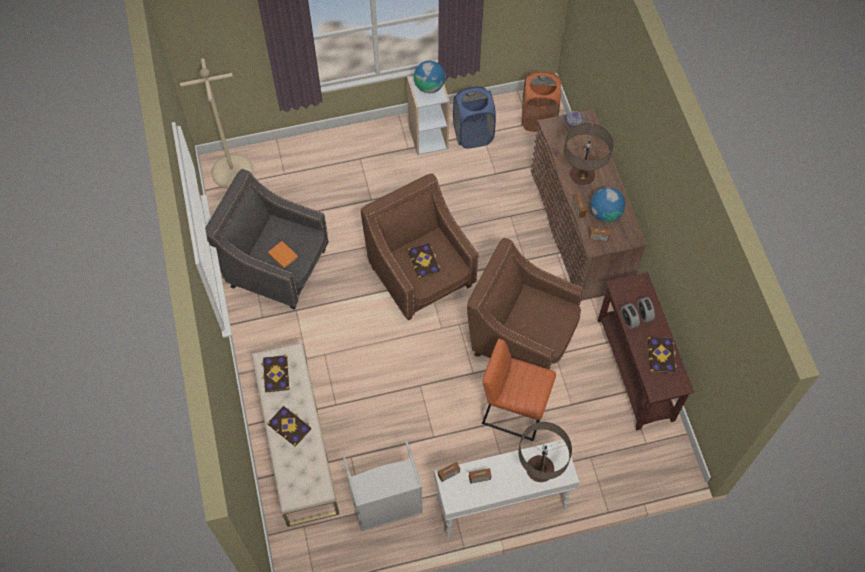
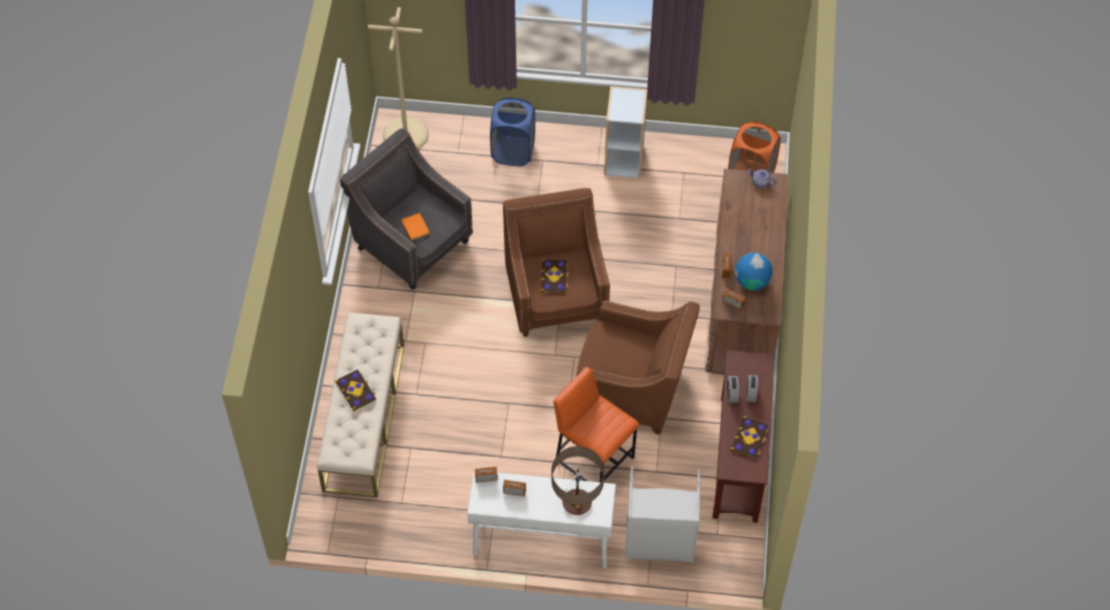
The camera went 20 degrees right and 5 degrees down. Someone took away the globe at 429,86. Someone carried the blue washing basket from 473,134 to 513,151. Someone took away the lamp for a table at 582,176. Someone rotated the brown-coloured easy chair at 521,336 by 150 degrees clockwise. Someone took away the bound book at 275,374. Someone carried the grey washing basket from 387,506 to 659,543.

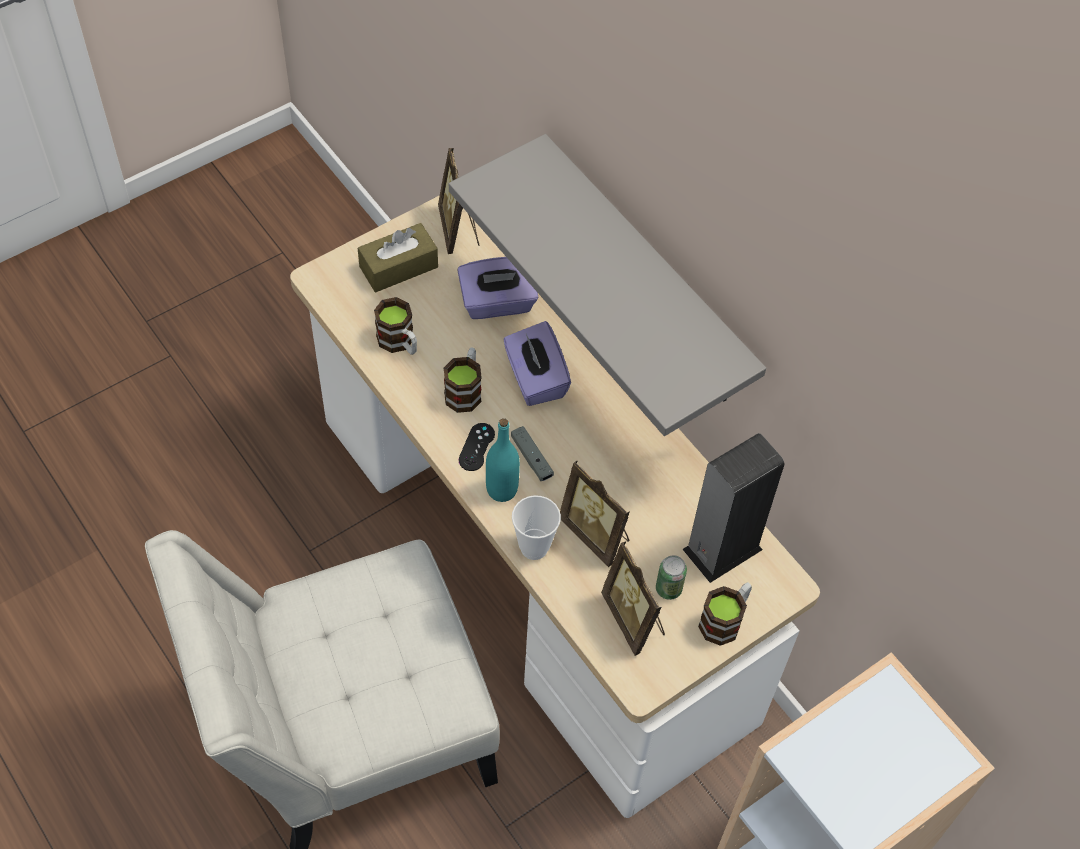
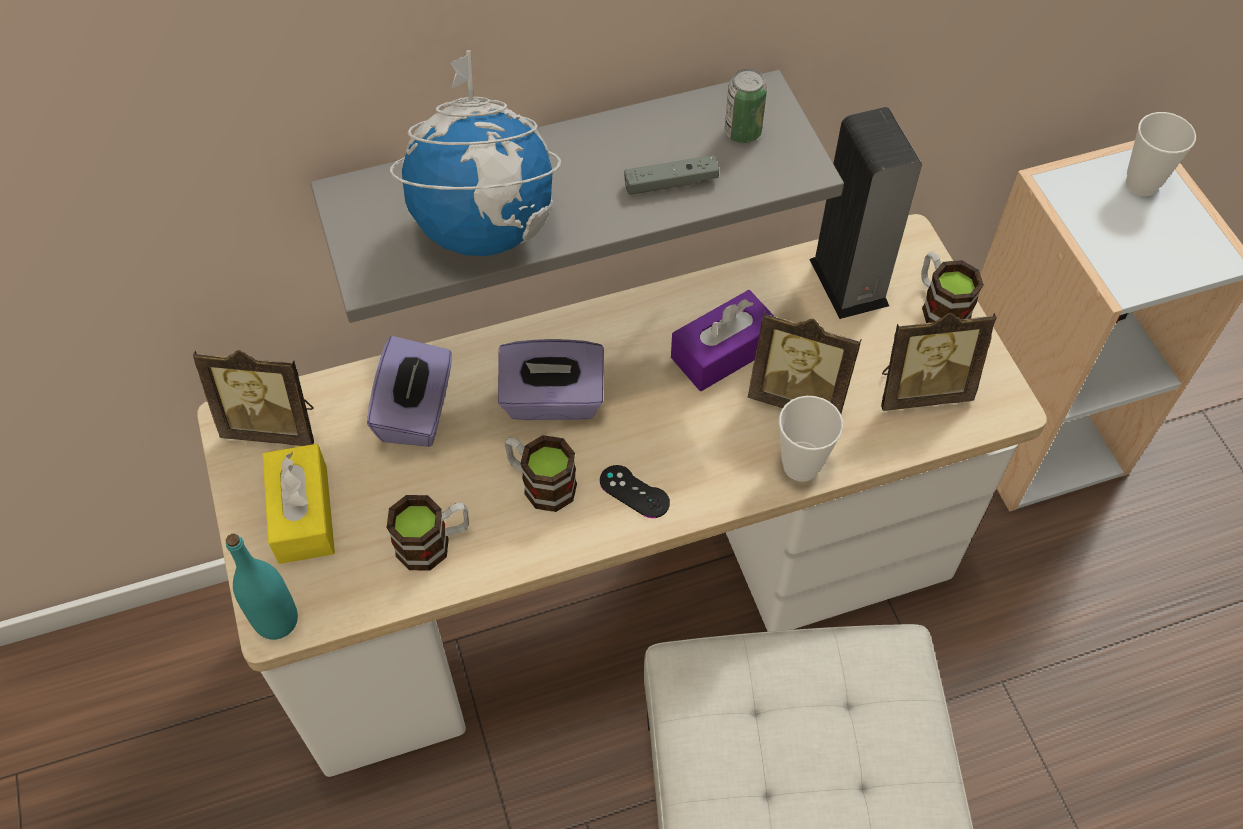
The camera went 70 degrees left and 0 degrees up. Someone repainted the brown-coloured tissue holder at 398,267, which became the yellowish tissue holder at 303,514. Someone carried the turquoise drink bottle from 502,489 to 276,620. Someone carried the grey game controller from 531,458 to 671,183. Someone rotated the standing frame at 596,534 by 45 degrees clockwise. Someone carried the can from 668,589 to 742,132. Someone put down the globe at 485,227. Someone put down the small cup at 1141,184. Someone put down the purplish tissue holder at 723,352.

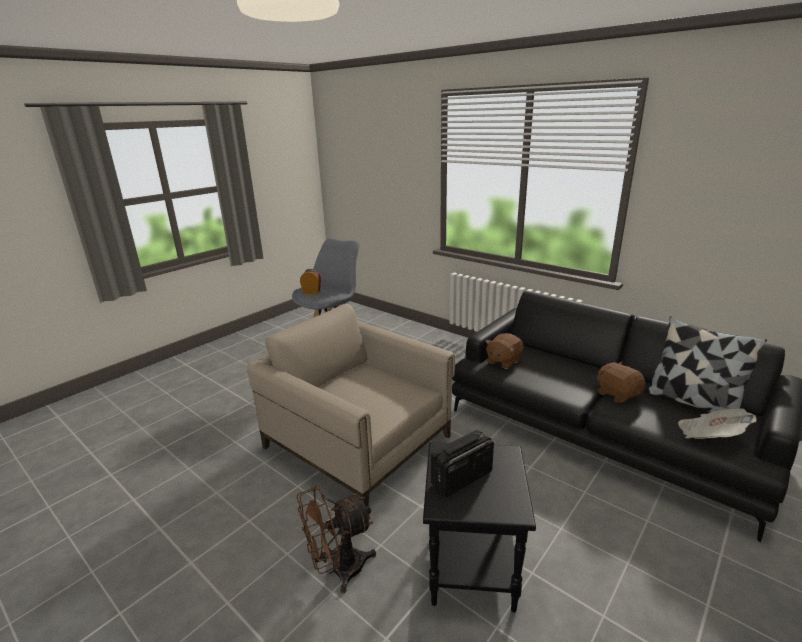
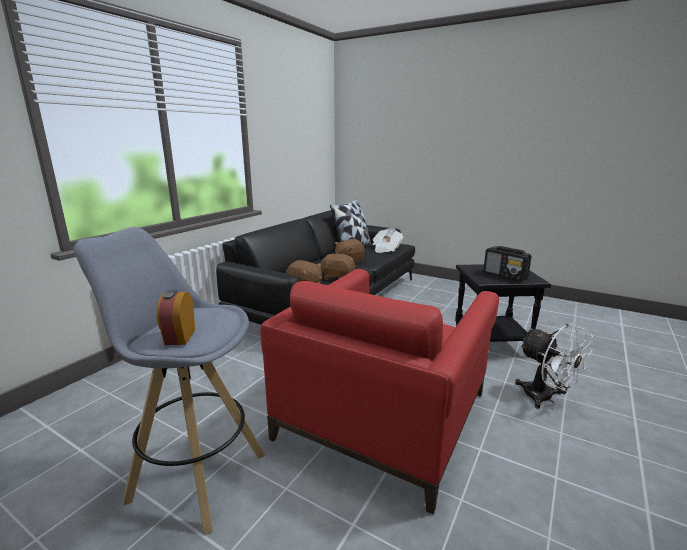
The camera went 100 degrees left and 5 degrees down. Someone repainted the sand-coloured easy chair at 358,442, which became the red-coloured easy chair at 384,414. Someone repainted the brown-coloured cooling fan at 339,569, which became the white-coloured cooling fan at 545,398. Someone put down the brown-coloured soft toy at 337,277.

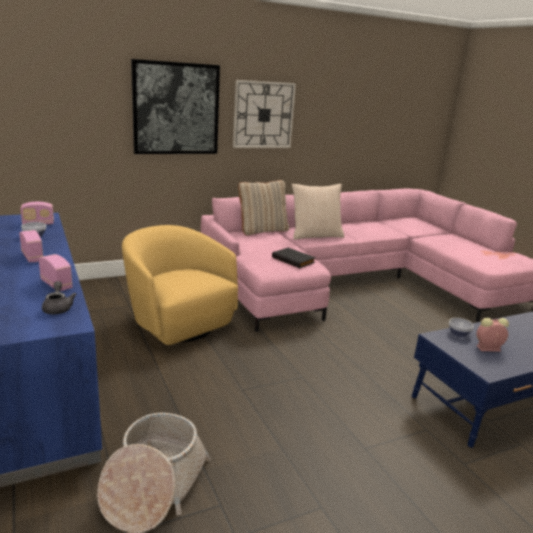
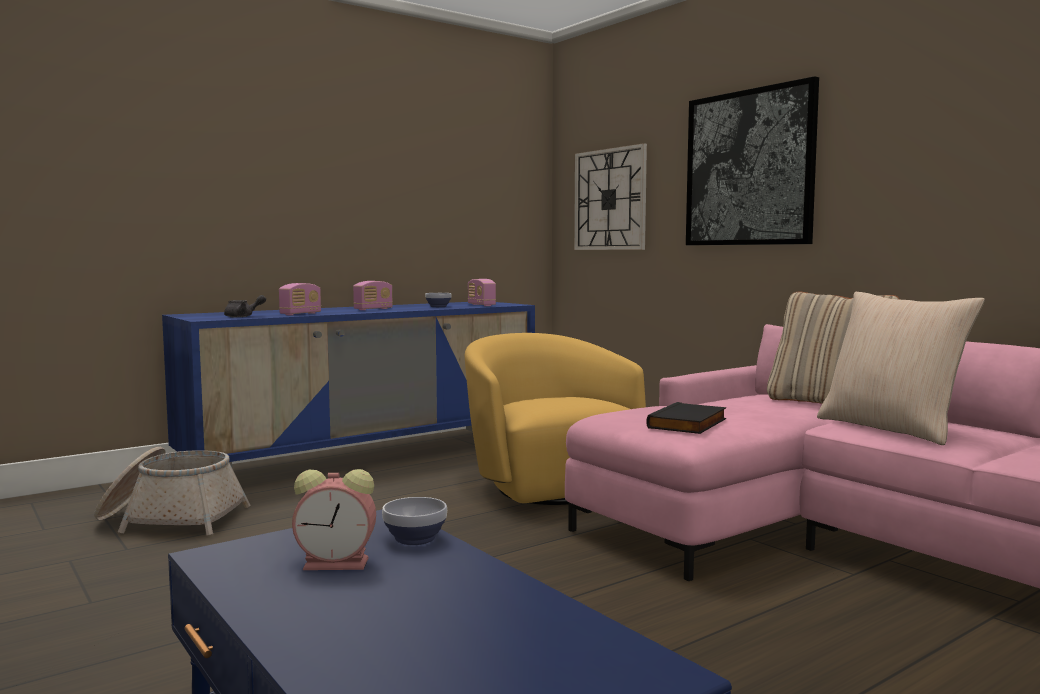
The camera went 80 degrees right and 15 degrees down. Someone carried the hanging clock from 263,115 to 610,199. Someone rotated the yellowish easy chair at 177,323 by 60 degrees counterclockwise. Someone rotated the table clock at 487,348 by 105 degrees clockwise.

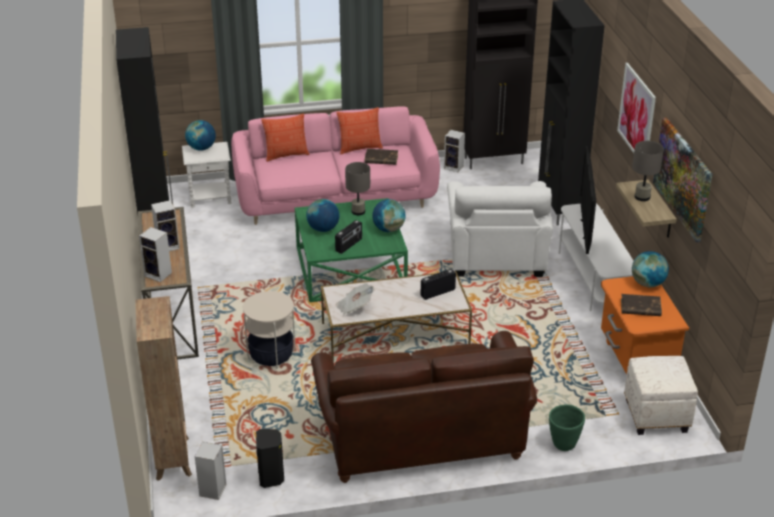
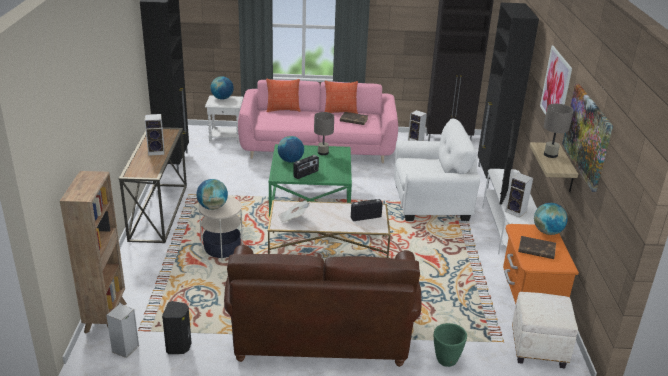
The camera went 10 degrees right and 5 degrees down. Someone rotated the white-coloured easy chair at 496,255 by 105 degrees counterclockwise. Someone carried the globe from 389,229 to 213,207. Someone carried the audio speaker from 159,274 to 516,212.

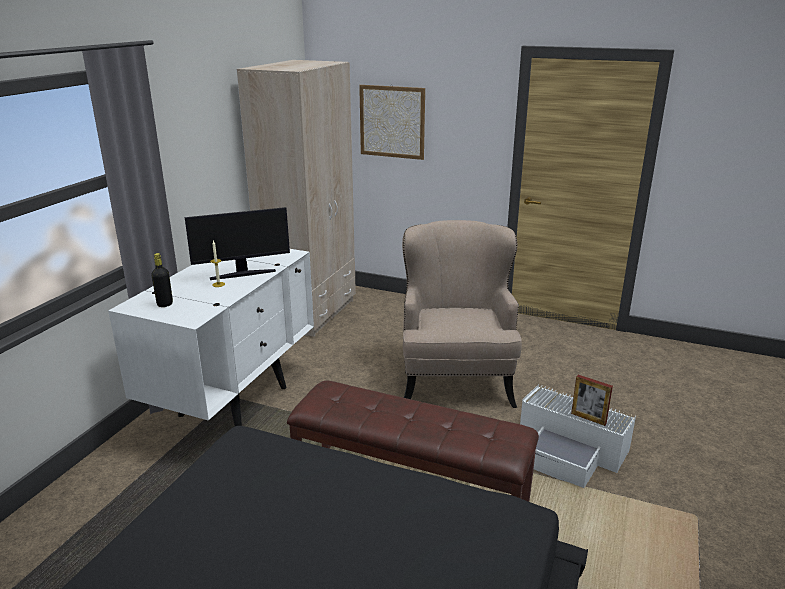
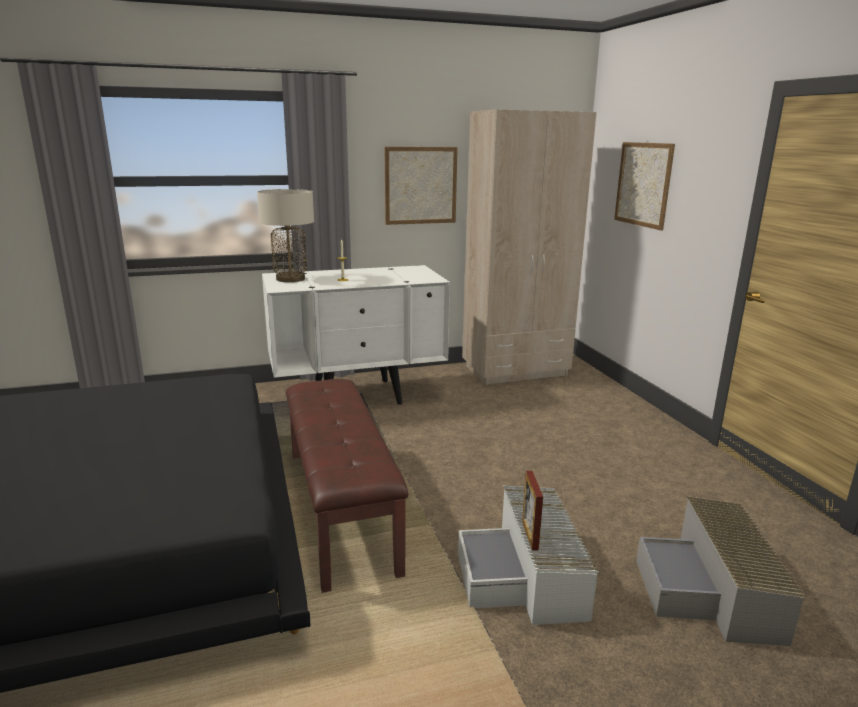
The camera went 50 degrees right and 5 degrees down. Someone took away the monitor at 242,274. Someone took away the sand-coloured easy chair at 455,380. Someone swapped the black drink bottle at 165,304 for the lamp for a table at 290,279. Someone put up the wall art at 420,184. Someone put down the grey storage bin at 712,591.

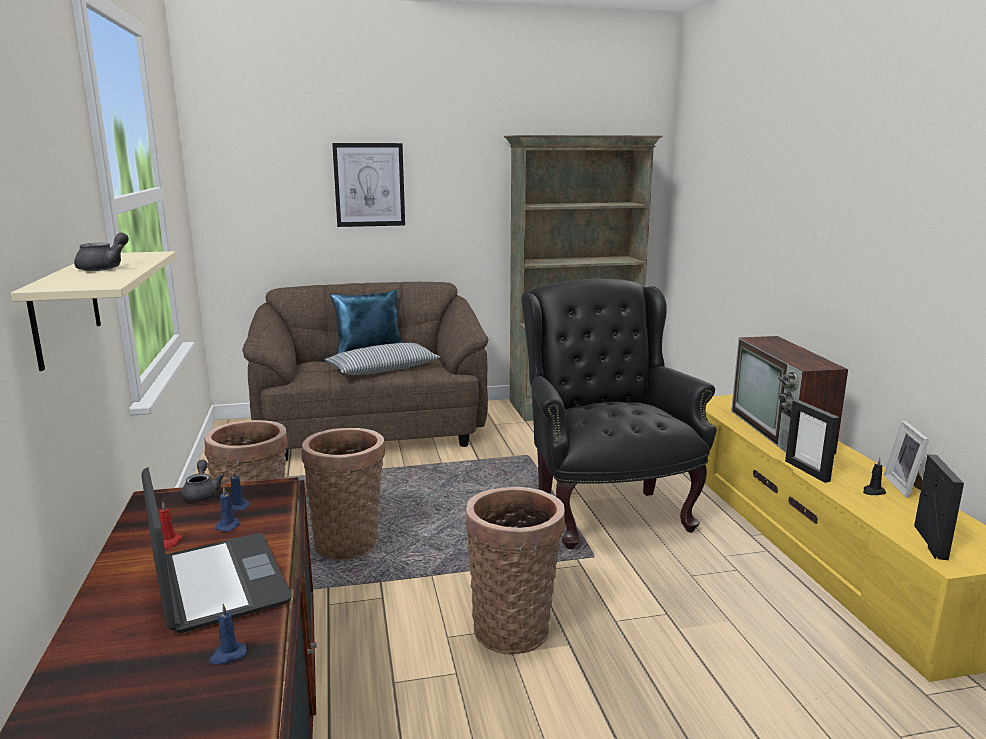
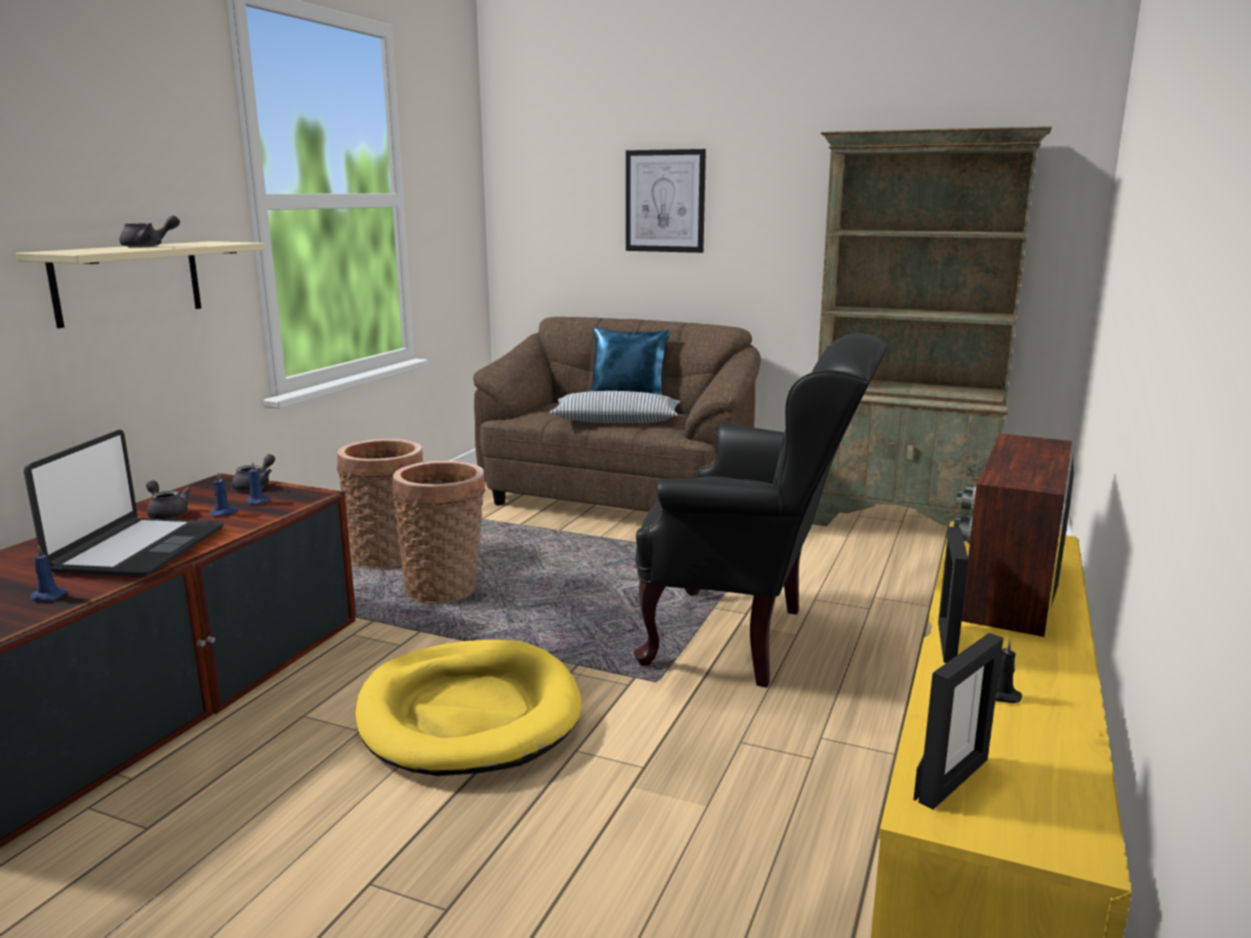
The camera went 35 degrees right and 0 degrees up. Someone rotated the black easy chair at 605,510 by 90 degrees clockwise. Someone took away the standing frame at 905,486. Someone swapped the storage basket at 513,626 for the yellowish dog cushion at 469,714. Someone swapped the red-coloured candle at 168,543 for the grey tea pot at 167,513.

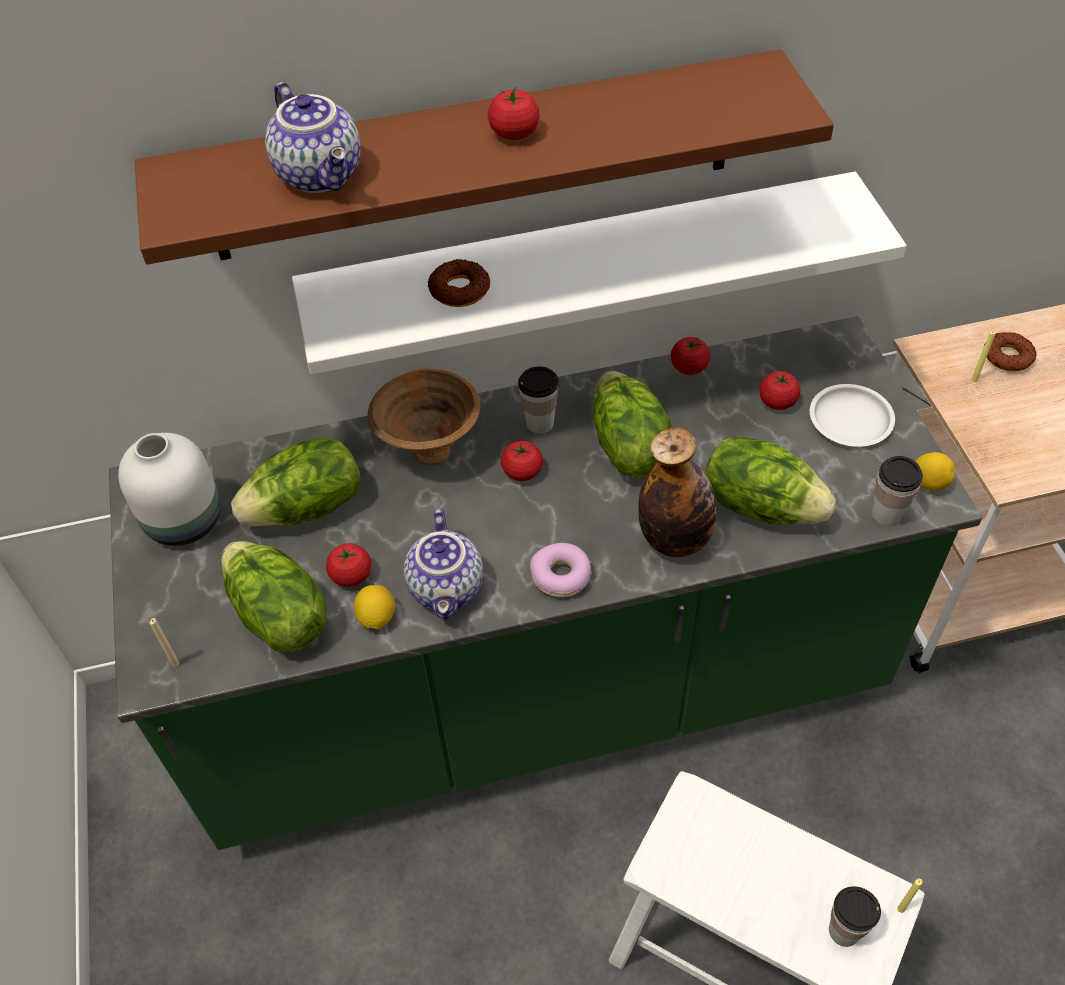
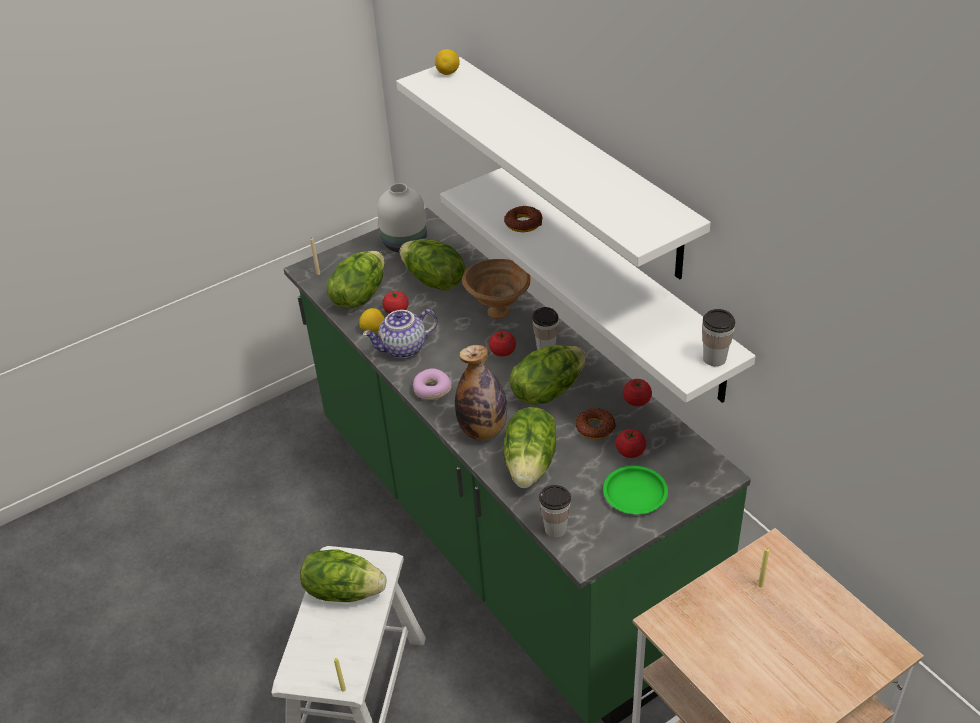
The camera went 70 degrees right and 10 degrees down. Someone repainted the brown-coloured shelf at 474,158, which became the white-coloured shelf at 571,165. Someone took away the tea pot at 322,175. Someone took away the tomato at 514,133. Someone carried the doughnut from 1007,356 to 595,427. Someone repainted the white-coloured plate at 851,420, which became the green-coloured plate at 635,494. Someone carried the whole lemon from 928,483 to 448,73. Someone carried the small cup from 844,930 to 714,358. Someone put down the head of lettuce at 343,590.

